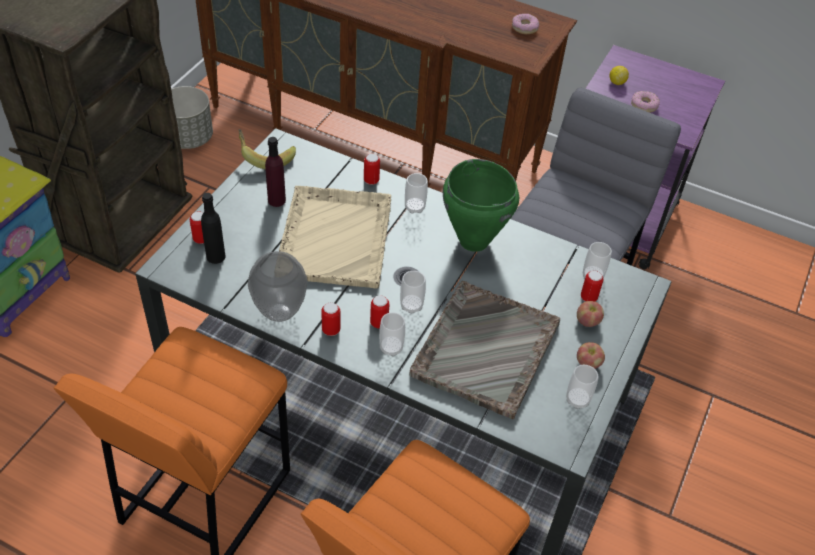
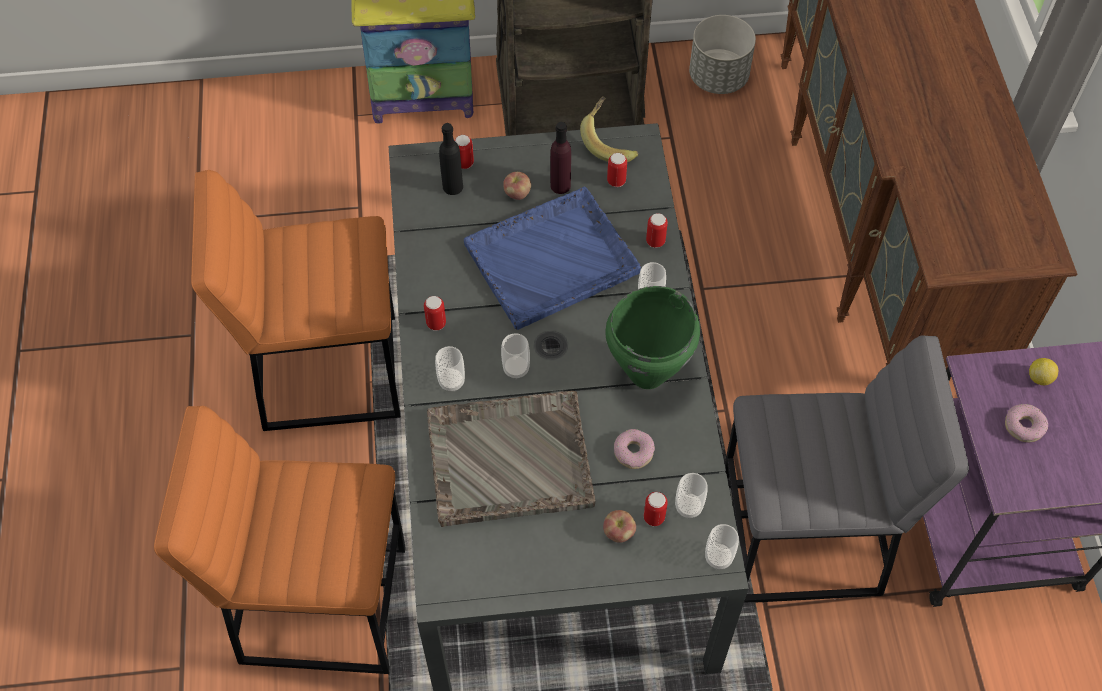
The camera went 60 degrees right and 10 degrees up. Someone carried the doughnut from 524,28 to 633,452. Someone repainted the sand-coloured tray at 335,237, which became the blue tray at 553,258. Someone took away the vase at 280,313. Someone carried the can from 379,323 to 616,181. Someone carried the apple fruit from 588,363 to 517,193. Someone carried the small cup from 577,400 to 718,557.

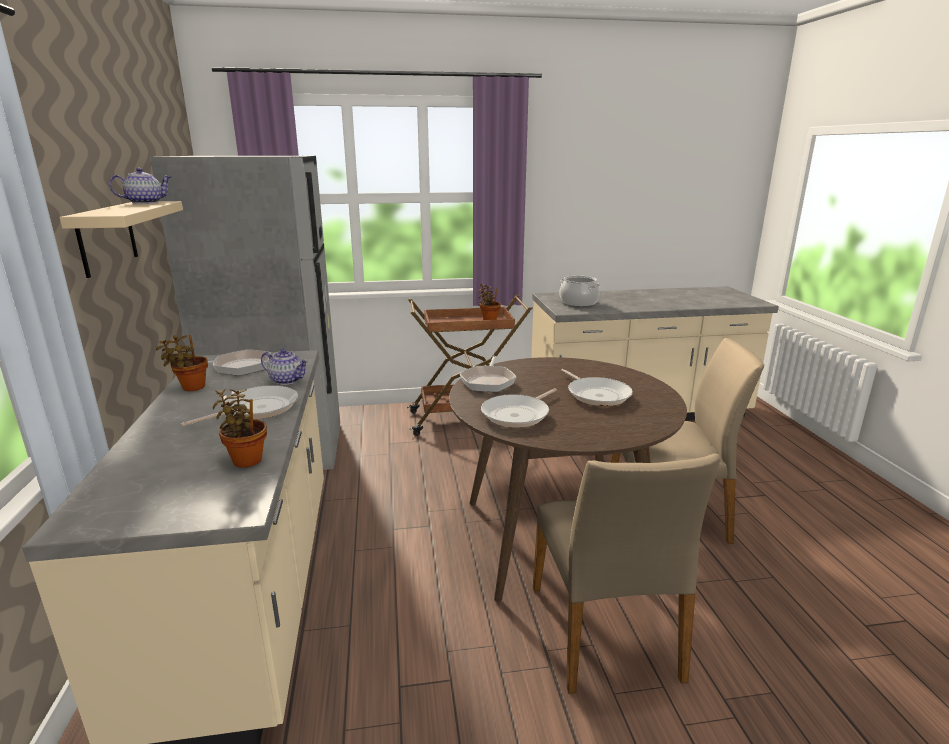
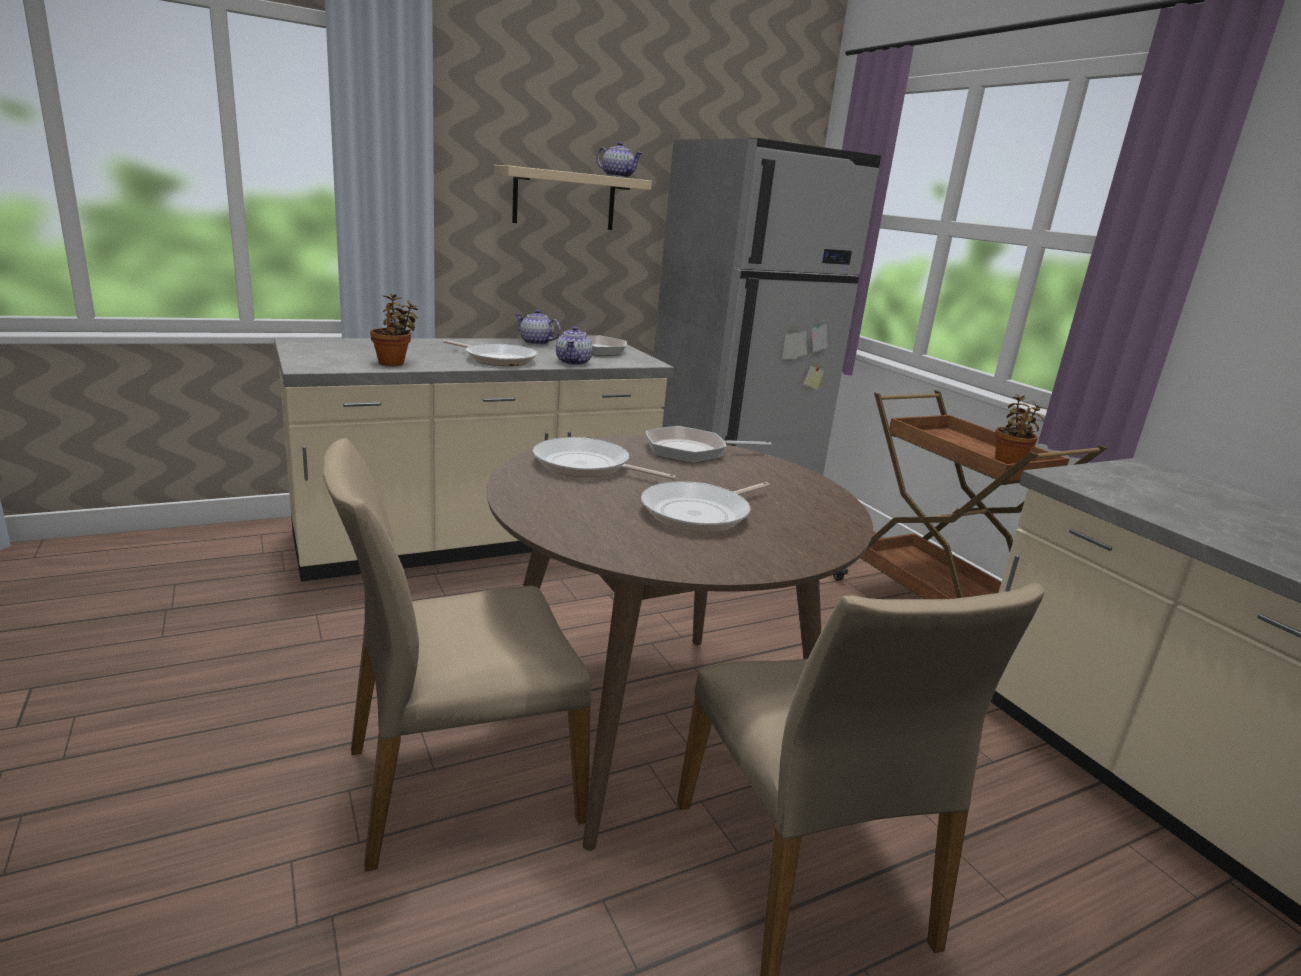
The camera went 70 degrees right and 0 degrees up. Someone took away the saucepot at 578,302. Someone swapped the potted plant at 191,388 for the tea pot at 535,343.

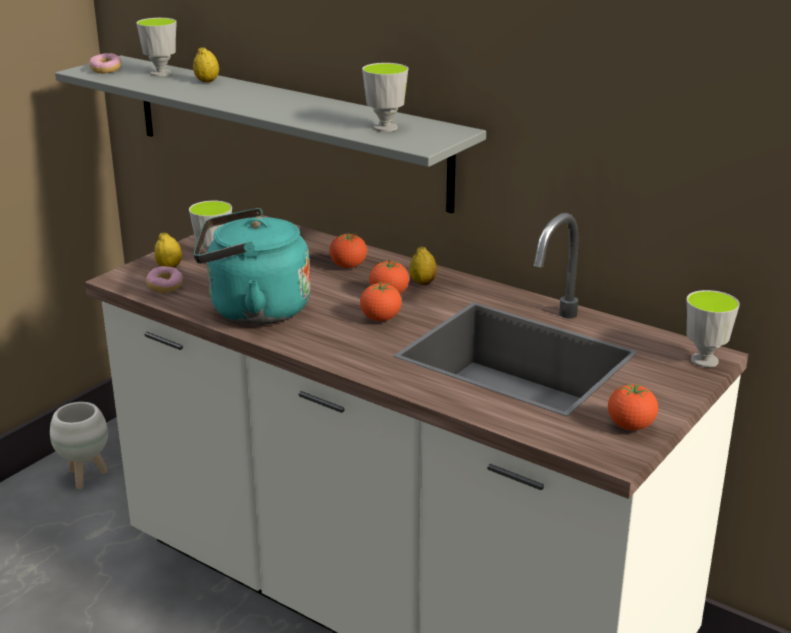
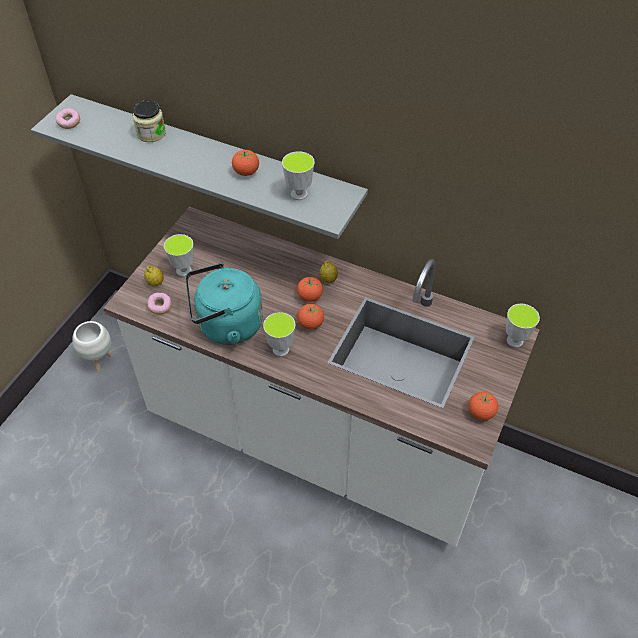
The camera went 10 degrees left and 25 degrees up. Someone carried the small cup from 161,73 to 281,349. Someone swapped the whole lemon at 207,81 for the preserve jar at 151,133. Someone carried the tomato from 348,266 to 246,172.

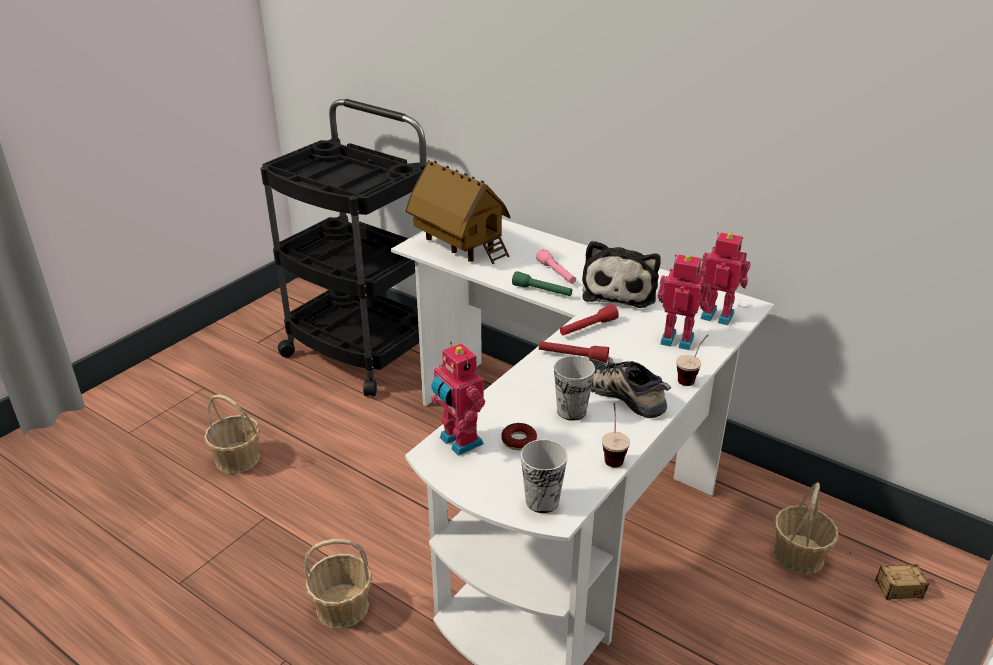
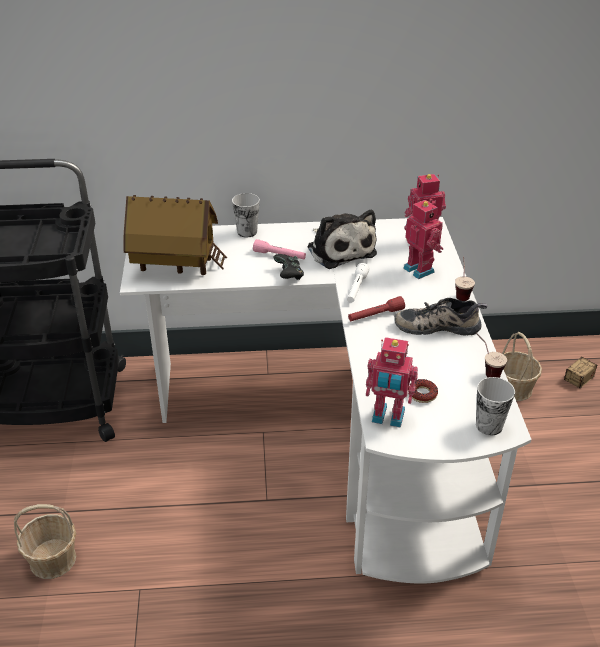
The camera went 40 degrees left and 5 degrees up. Someone rotated the robot figure at 677,339 by 75 degrees clockwise. Someone swapped the green-coloured flashlight at 542,291 for the black game controller at 289,275. Someone repainted the red-coloured flashlight at 588,328, which became the white-coloured flashlight at 356,289. Someone carried the small cup from 571,411 to 247,232. Someone took away the storage basket at 343,607.

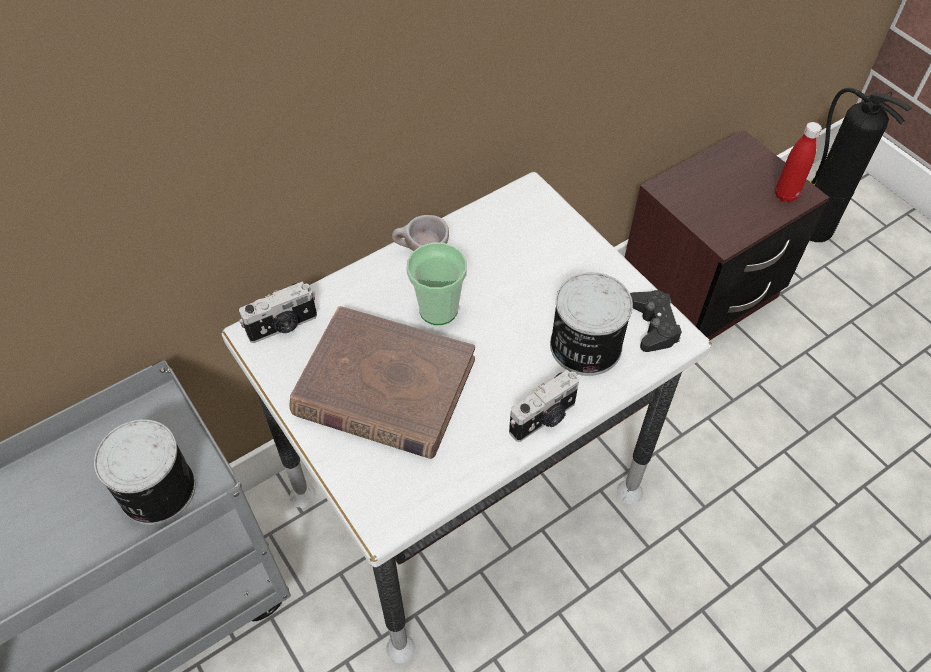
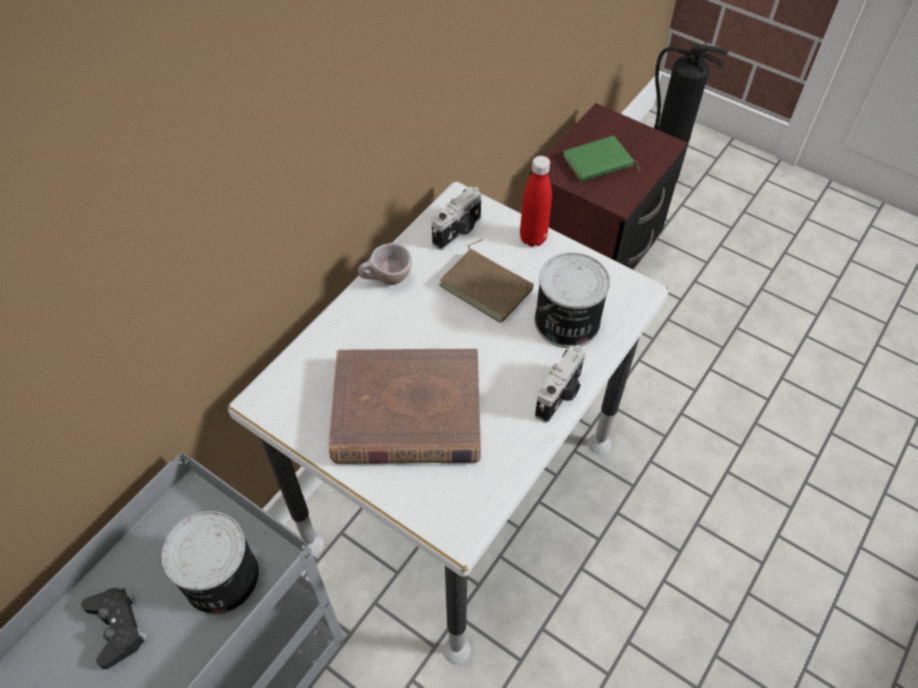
The camera went 20 degrees left and 0 degrees up. Someone carried the red-coloured drink bottle from 785,195 to 533,238. Someone took away the small cup at 438,310. Someone carried the still camera from 283,326 to 458,231. Someone carried the black game controller from 653,325 to 117,627. Someone put down the green-coloured bound book at 598,163. Someone put down the brown-coloured bound book at 488,286.

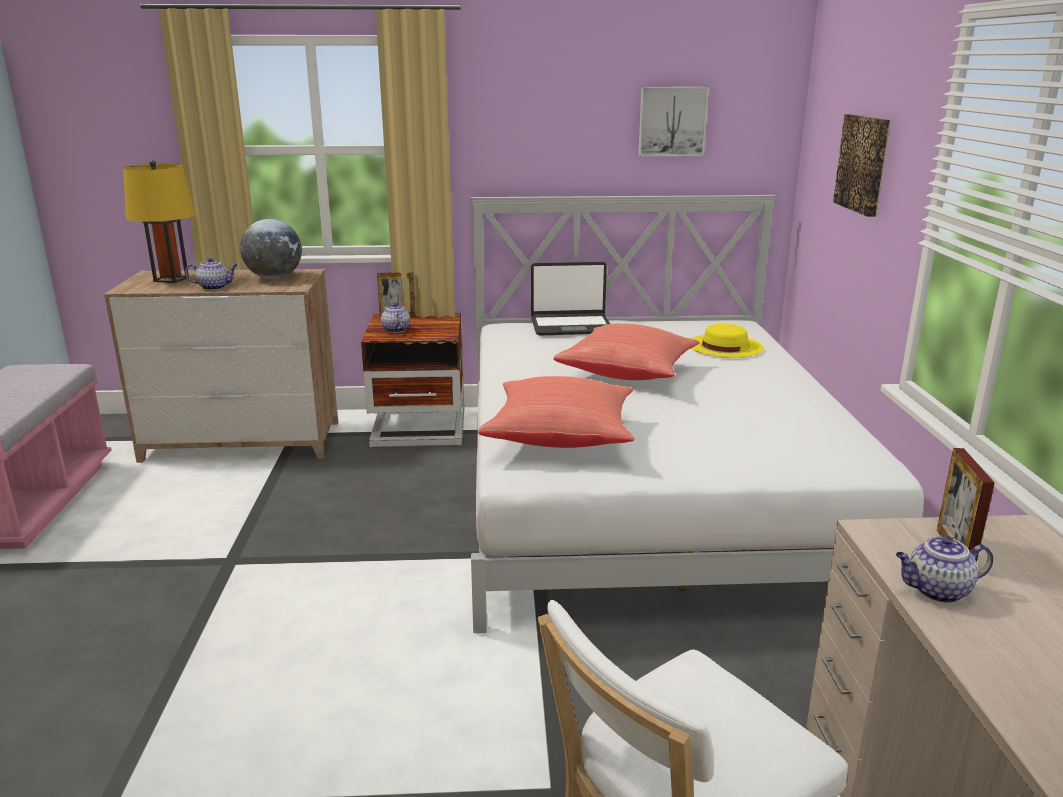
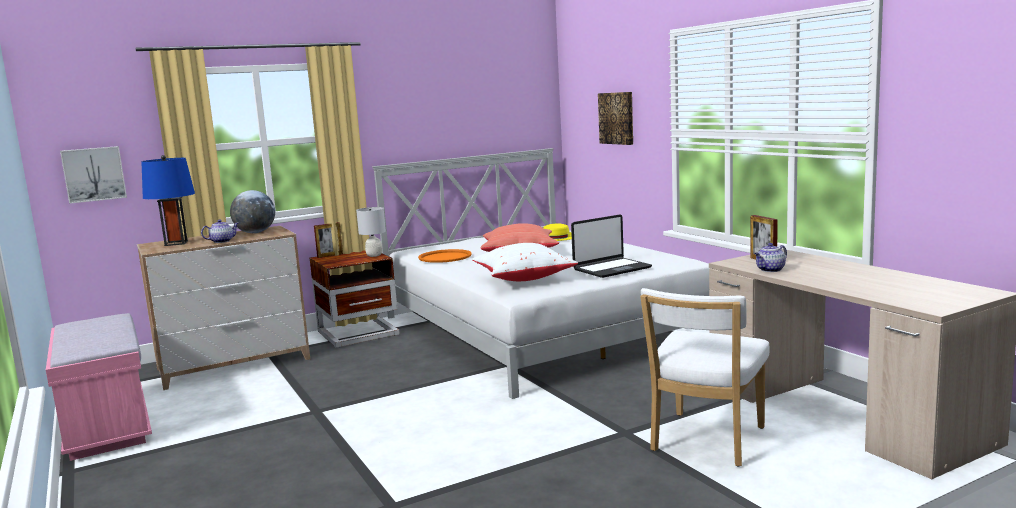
The camera went 25 degrees left and 10 degrees down. Someone carried the wall art from 672,121 to 94,174. Someone repainted the yellowish lamp for a table at 171,279, which became the blue lamp for a table at 176,243. Someone carried the notebook computer from 571,326 to 611,269. Someone took away the tea pot at 395,330. Someone repainted the red-coloured throw pillow at 561,436, which became the white-coloured throw pillow at 523,278. Someone put down the grey lamp for a table at 374,256. Someone put down the orange tray at 445,257.

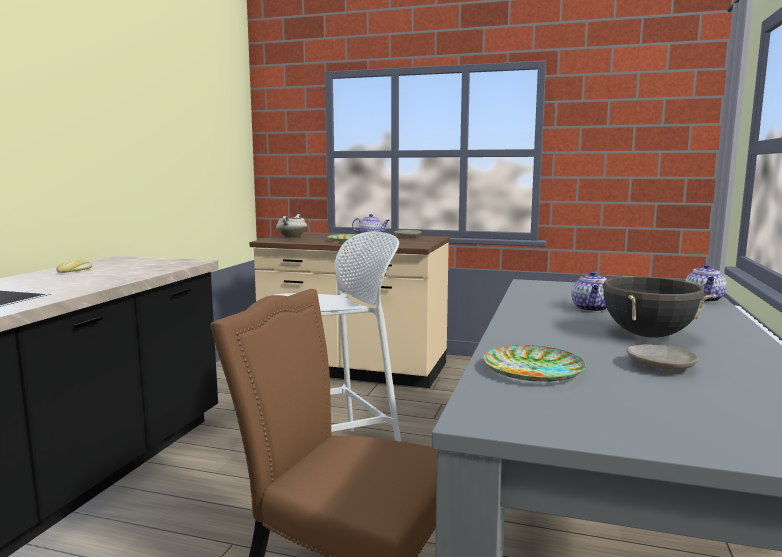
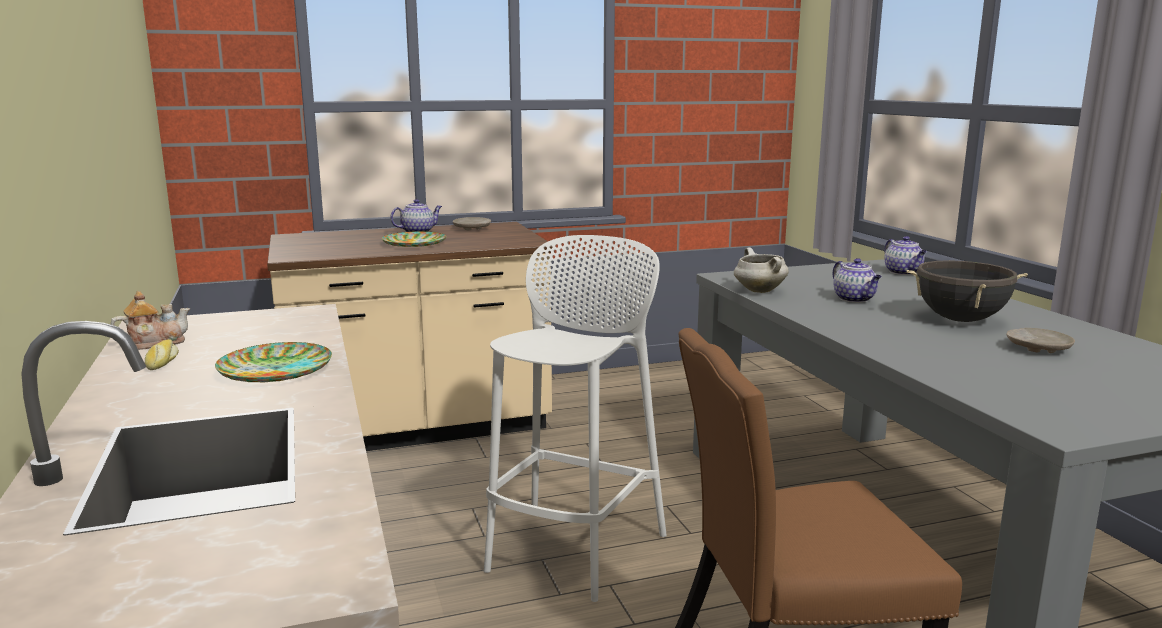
The camera went 35 degrees left and 5 degrees up. Someone carried the white-coloured saucepot from 292,237 to 758,291. Someone carried the plate from 533,370 to 275,369. Someone put down the tea pot at 155,343.

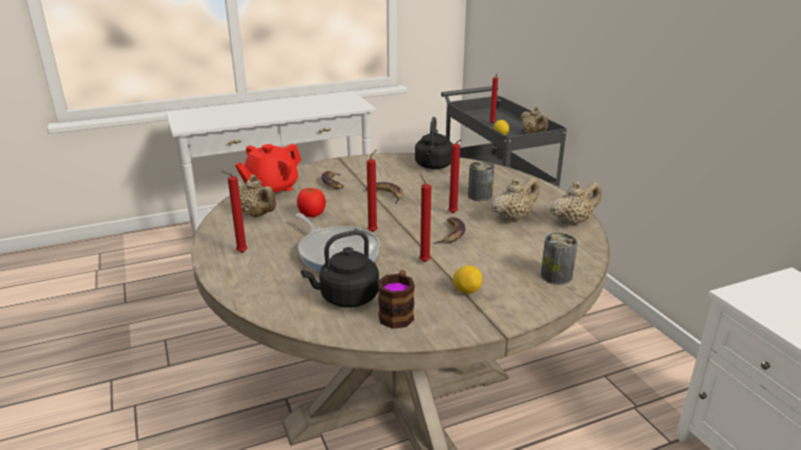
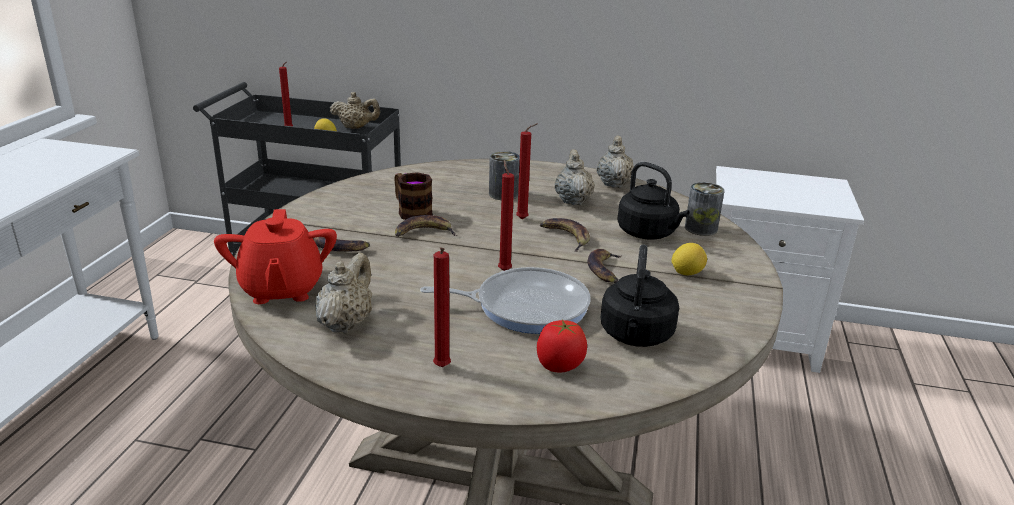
The camera went 55 degrees left and 0 degrees up. Someone carried the black kettle from 433,166 to 649,233. Someone swapped the red-coloured candle at 423,261 for the whole banana at 605,270. Someone rotated the sand-coloured tea pot at 257,215 by 60 degrees counterclockwise. Someone carried the tomato from 311,215 to 559,366. Someone carried the coffee mug from 397,313 to 411,211.

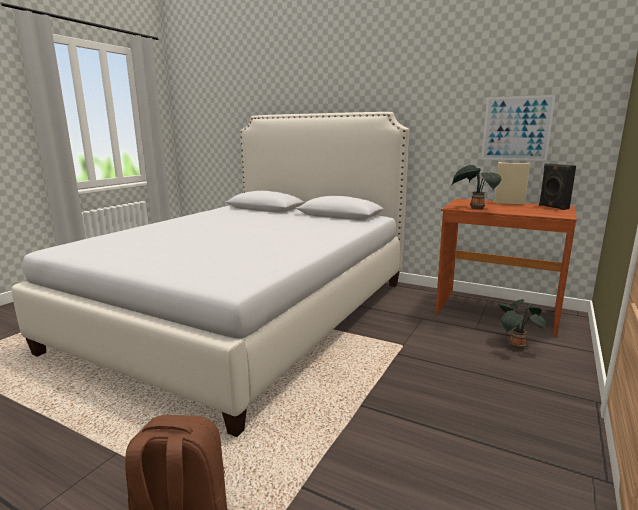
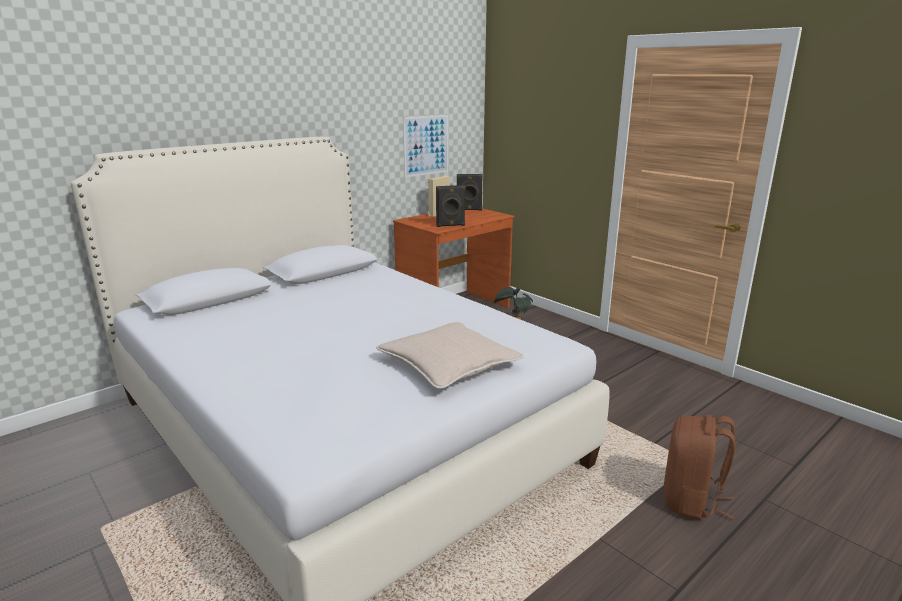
The camera went 70 degrees left and 5 degrees up. Someone swapped the potted plant at 475,208 for the black audio speaker at 450,225. Someone put down the sand-coloured throw pillow at 448,363.

